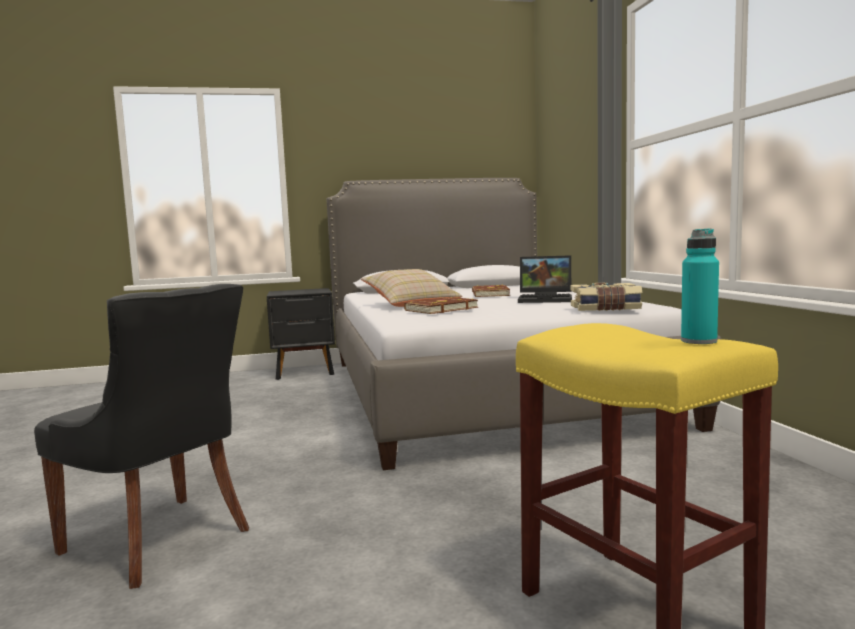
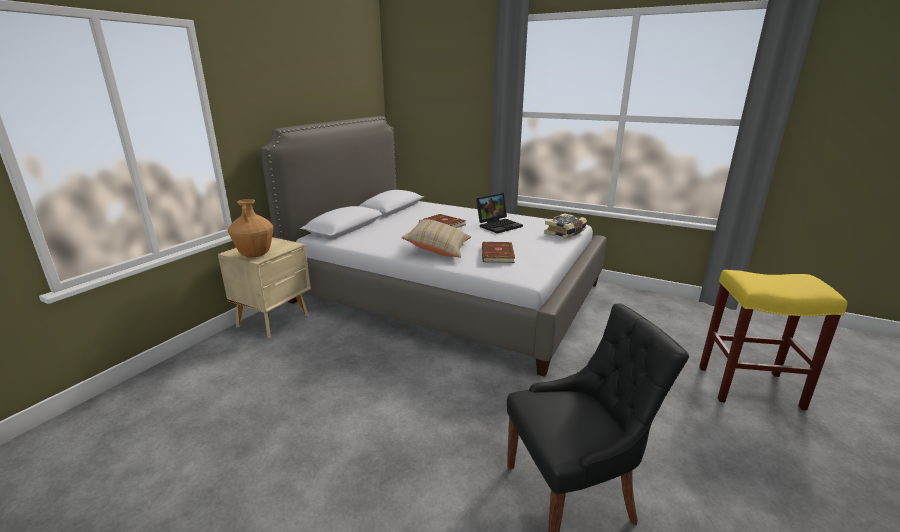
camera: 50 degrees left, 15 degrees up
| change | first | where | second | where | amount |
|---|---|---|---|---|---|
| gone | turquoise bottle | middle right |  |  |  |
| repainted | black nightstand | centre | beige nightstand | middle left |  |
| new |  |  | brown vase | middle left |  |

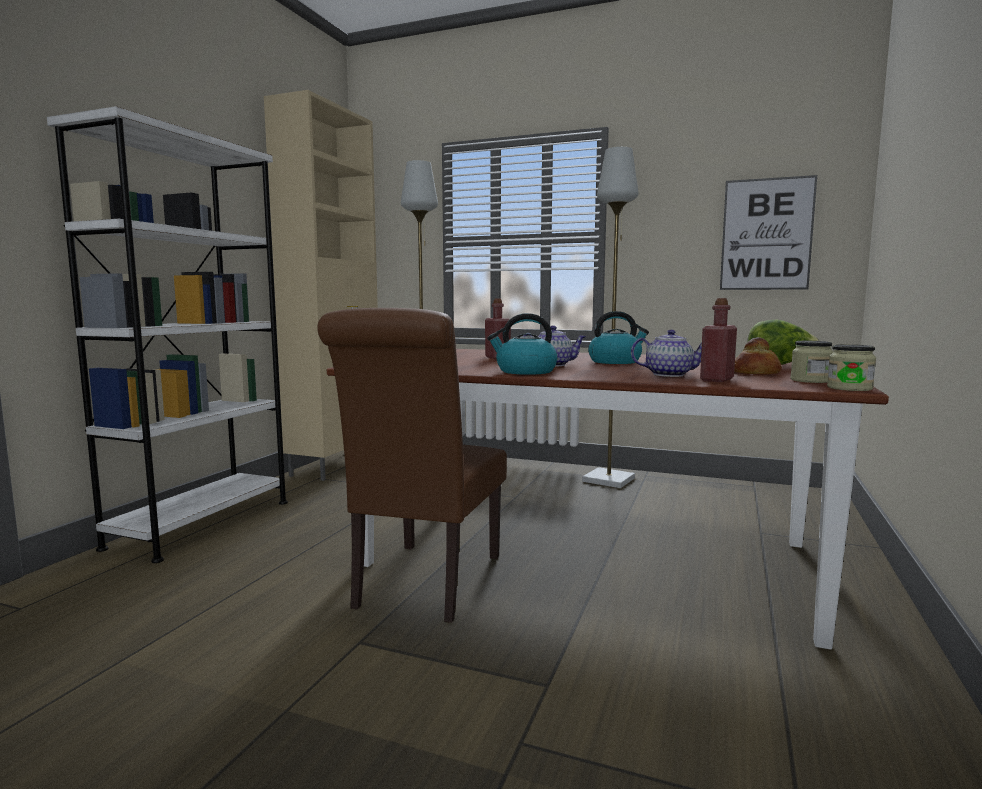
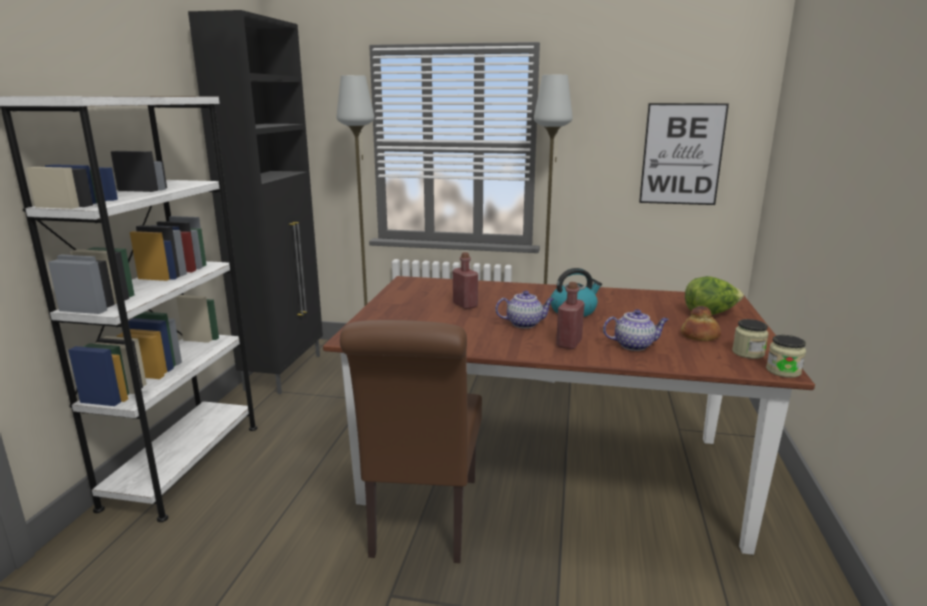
camera: 10 degrees left, 10 degrees up
| change | first | where | second | where | amount |
|---|---|---|---|---|---|
| repainted | beige cabinet | middle left | black cabinet | middle left |  |
| shifted | red bottle (no. 2 from left) | middle right |  | centre |  |
| gone | kettle (no. 1 from left) | centre |  |  |  |

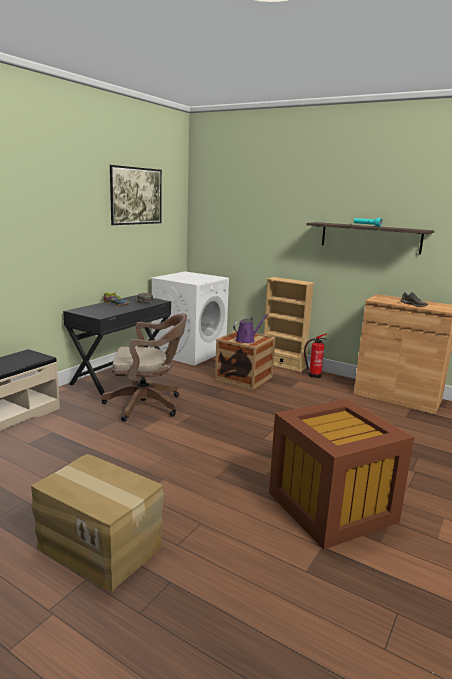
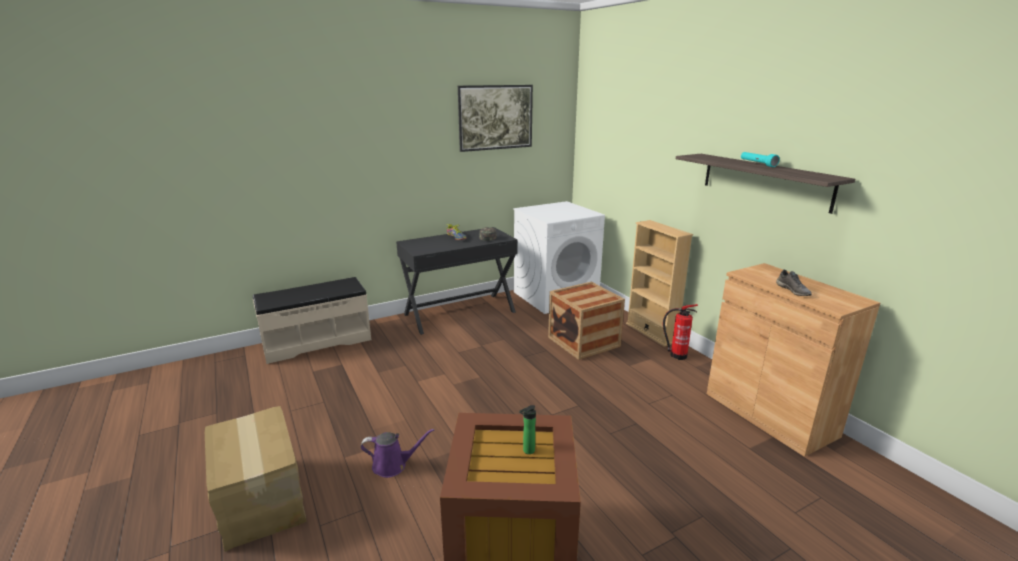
camera: 30 degrees right, 5 degrees up
| change | first | where | second | where | amount |
|---|---|---|---|---|---|
| gone | brown office chair | middle left |  |  |  |
| shifted | purple watering can | centre |  | bottom centre |  |
| new |  |  | bottle | bottom centre |  |

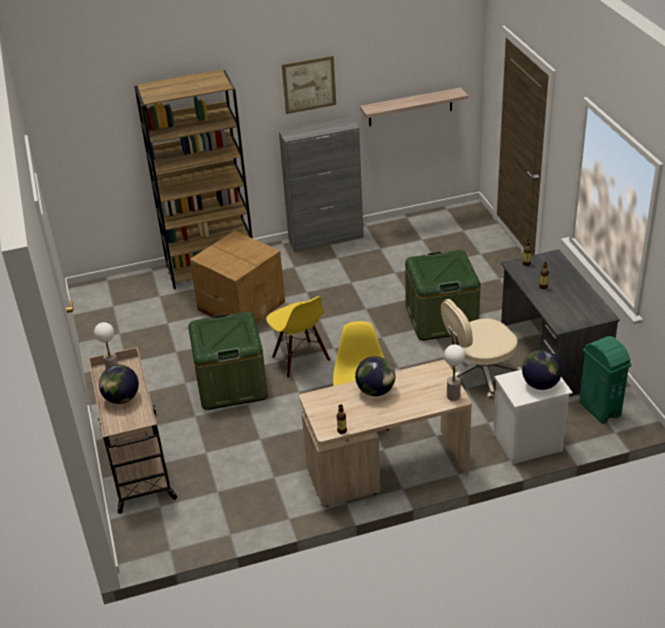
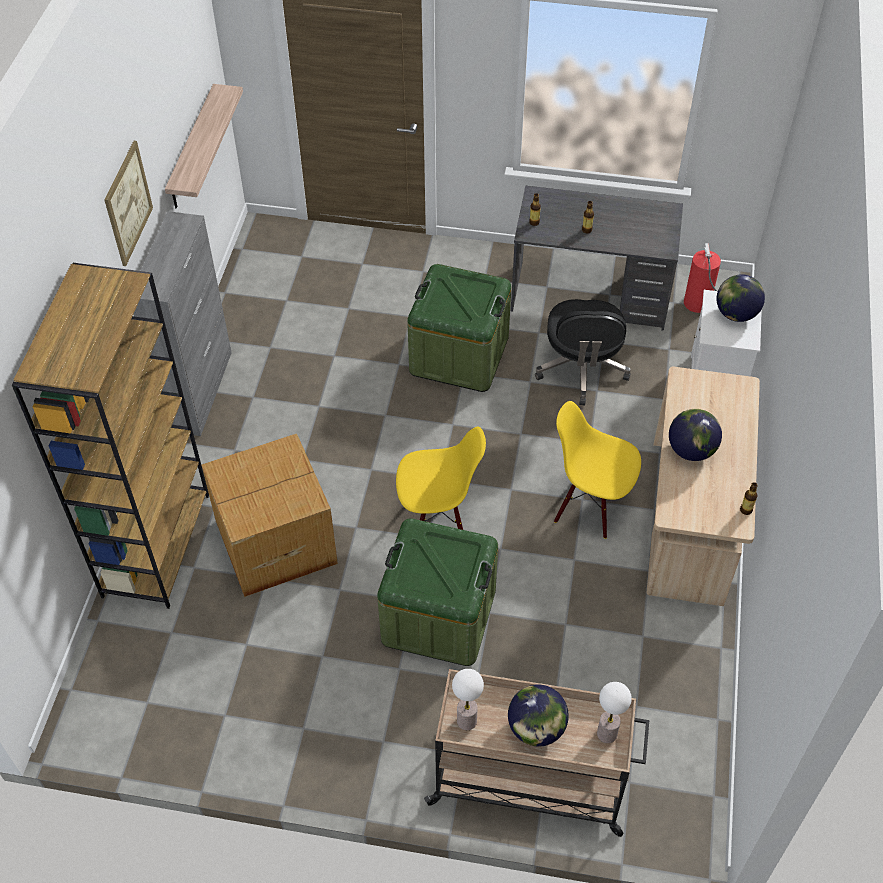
camera: 65 degrees left, 15 degrees up
| change | first | where | second | where | amount |
|---|---|---|---|---|---|
| repainted | beige office chair | middle right | black office chair | centre |  |
| swapped | green trash can | middle right | fire extinguisher | top right |  |
| shifted | table lamp (no. 2 from left) | middle right |  | bottom right |  |

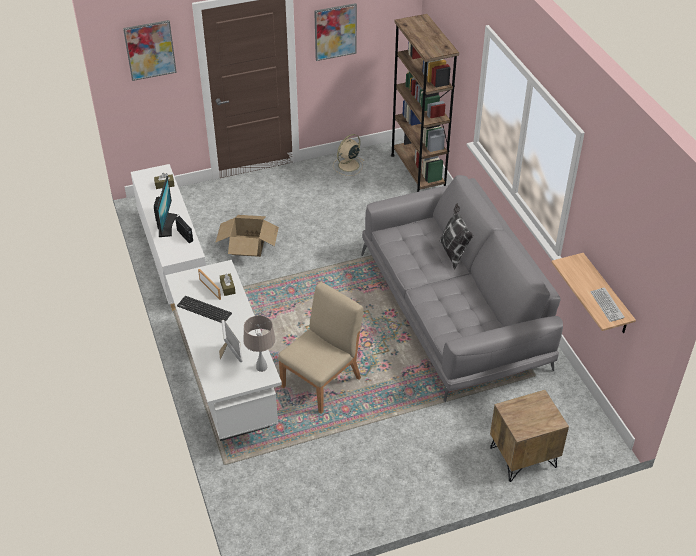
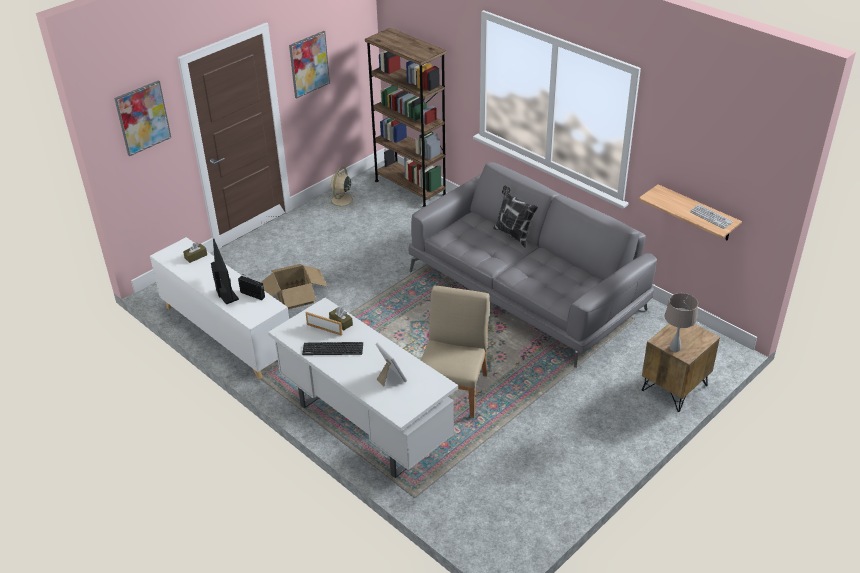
camera: 25 degrees left, 5 degrees down
| change | first | where | second | where | amount |
|---|---|---|---|---|---|
| shifted | beige table lamp | centre |  | middle right |  |

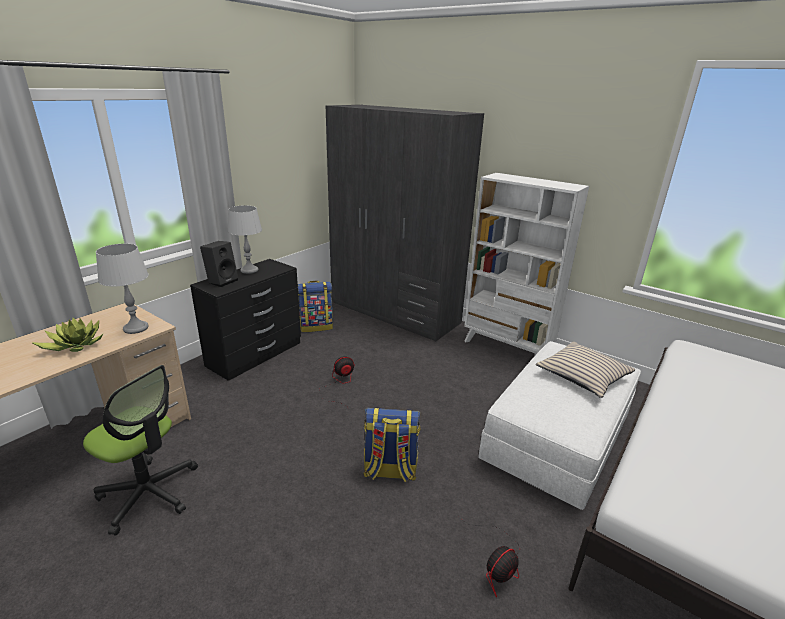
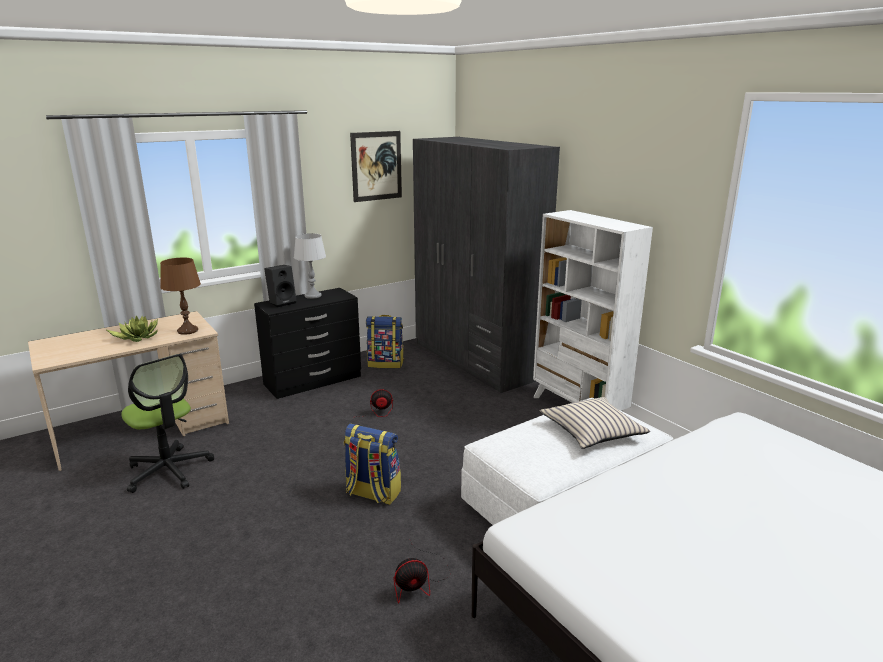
camera: 20 degrees right, 5 degrees down
| change | first | where | second | where | amount |
|---|---|---|---|---|---|
| repainted | grey table lamp (no. 1 from left) | middle left | brown table lamp | middle left |  |
| new |  |  | picture | top centre |  |

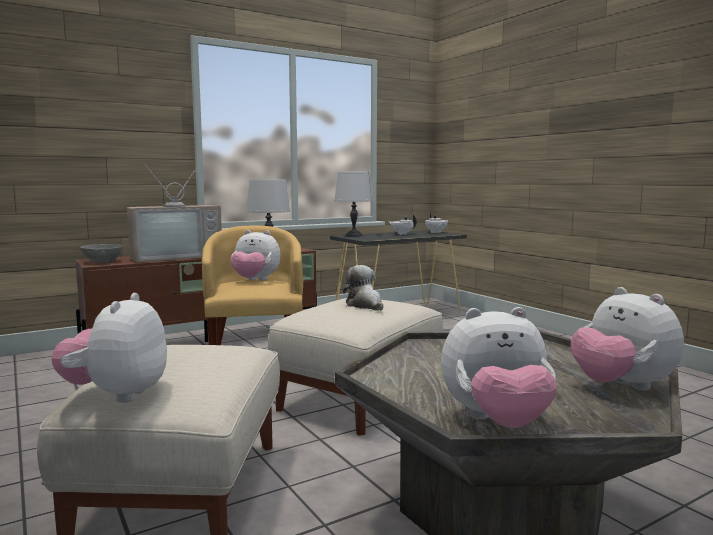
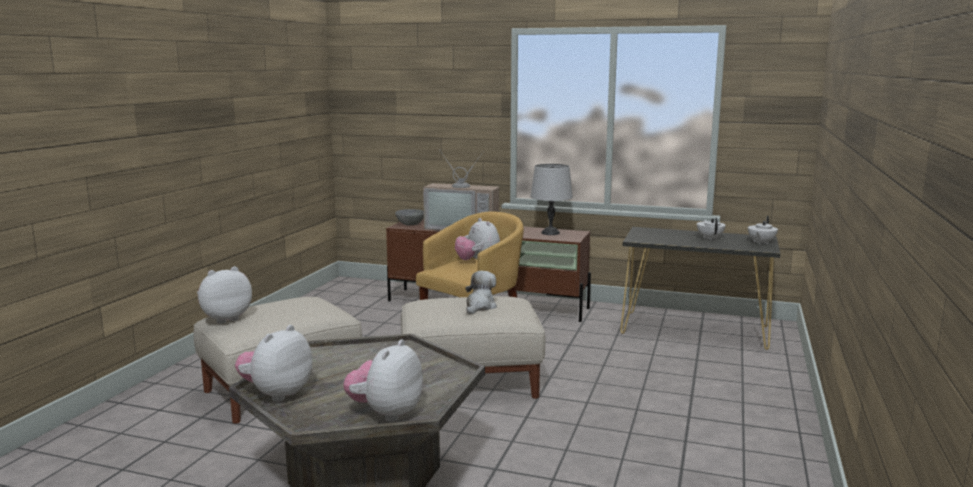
camera: 50 degrees right, 5 degrees up
| change | first | where | second | where | amount |
|---|---|---|---|---|---|
| gone | grey table lamp (no. 2 from left) | centre |  |  |  |
| rotated | plush toy (no. 4 from left in the first image) | bottom right | plush toy (no. 2 from left) | bottom left | 75 degrees clockwise |

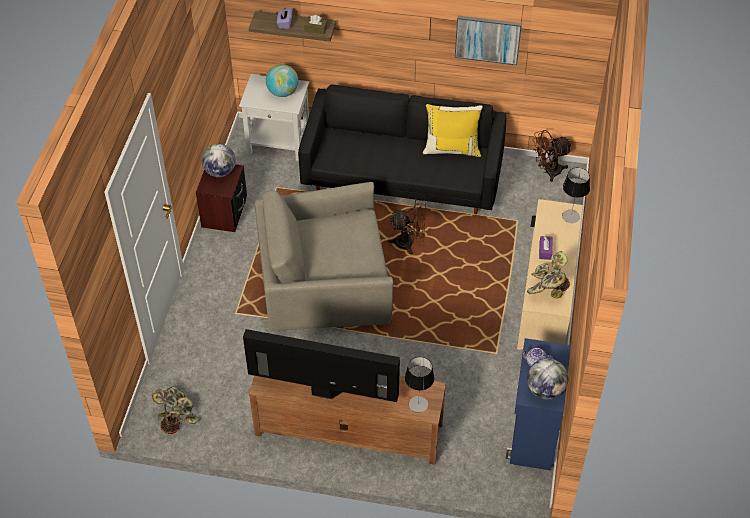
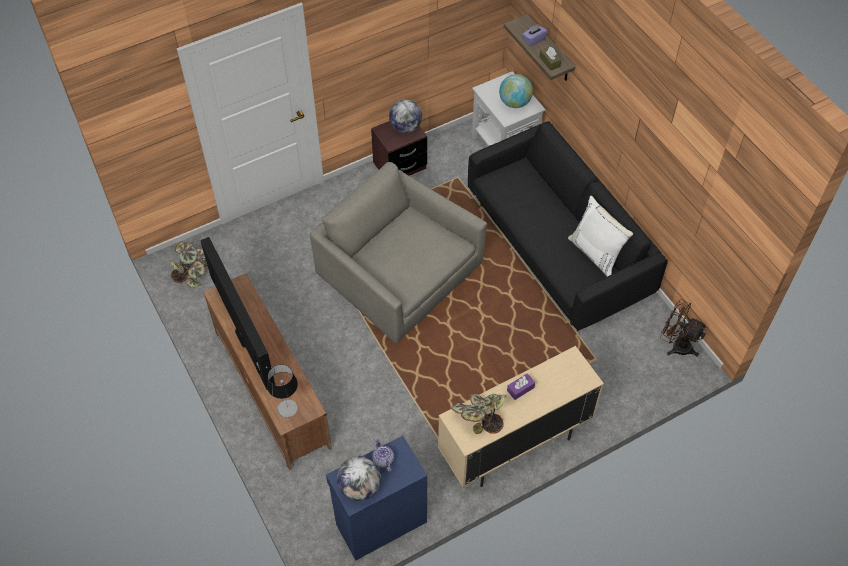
camera: 50 degrees right, 5 degrees up
| change | first | where | second | where | amount |
|---|---|---|---|---|---|
| gone | picture | top centre |  |  |  |
| repainted | yellow pillow | top centre | white pillow | middle right |  |
| gone | table lamp (no. 2 from left) | middle right |  |  |  |
| gone | brown fan (no. 1 from left) | centre |  |  |  |

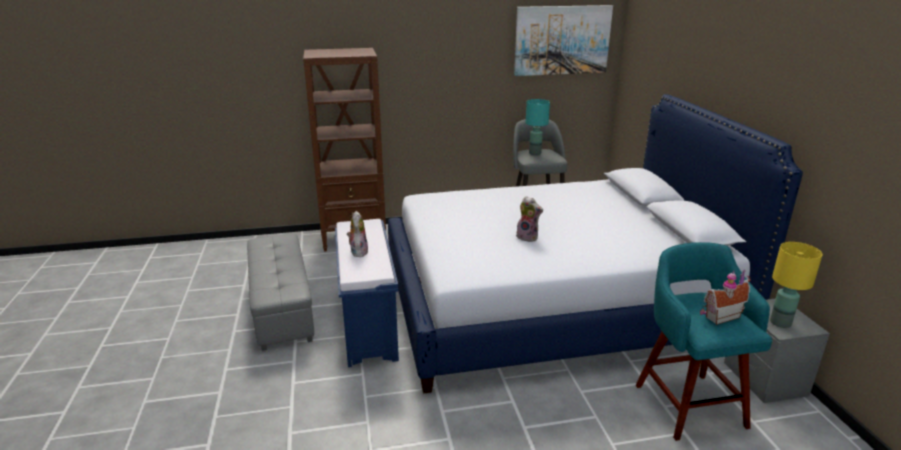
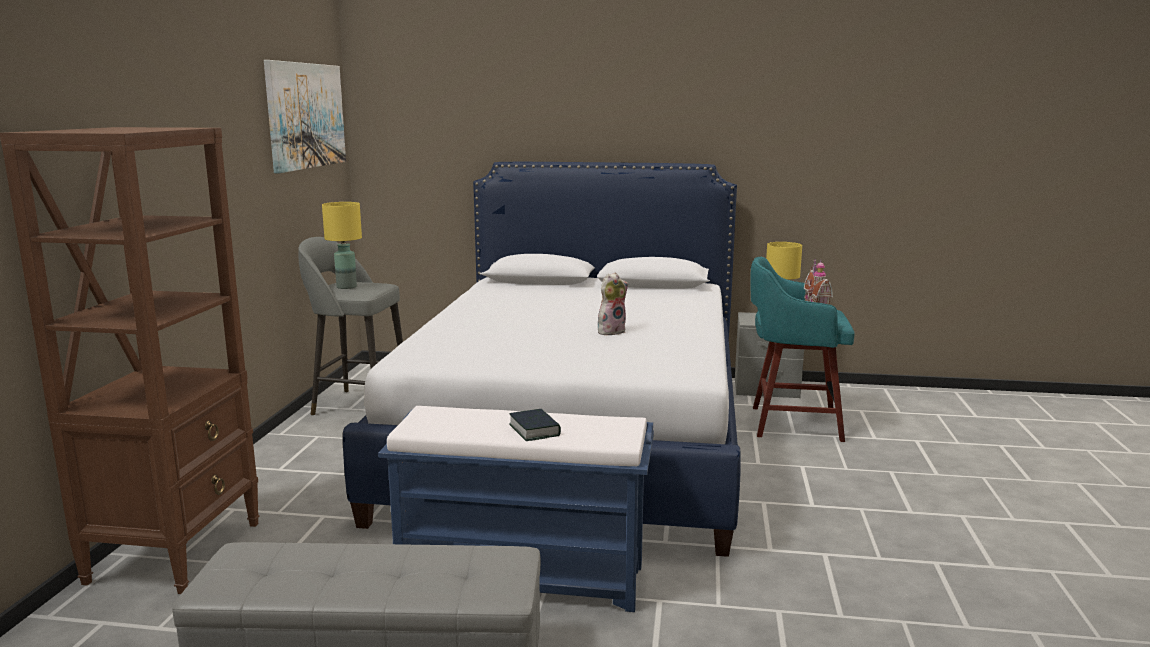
camera: 70 degrees left, 10 degrees down
| change | first | where | second | where | amount |
|---|---|---|---|---|---|
| repainted | turquoise table lamp | top centre | yellow table lamp (no. 1 from left) | middle left |  |
| swapped | plush toy (no. 1 from left) | centre | book | centre |  |

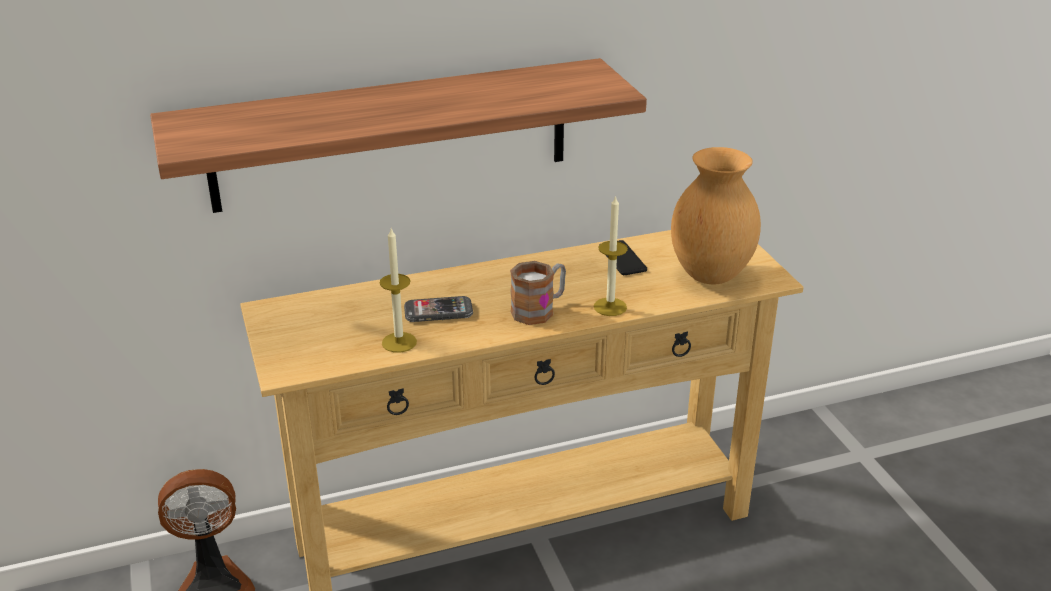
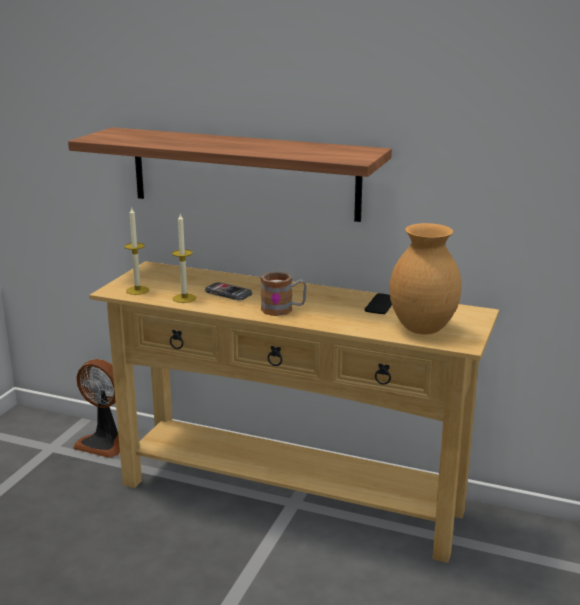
camera: 40 degrees right, 10 degrees down
| change | first | where | second | where | amount |
|---|---|---|---|---|---|
| shifted | candle (no. 2 from left in the first image) | centre | candle (no. 1 from left) | middle left |  |

